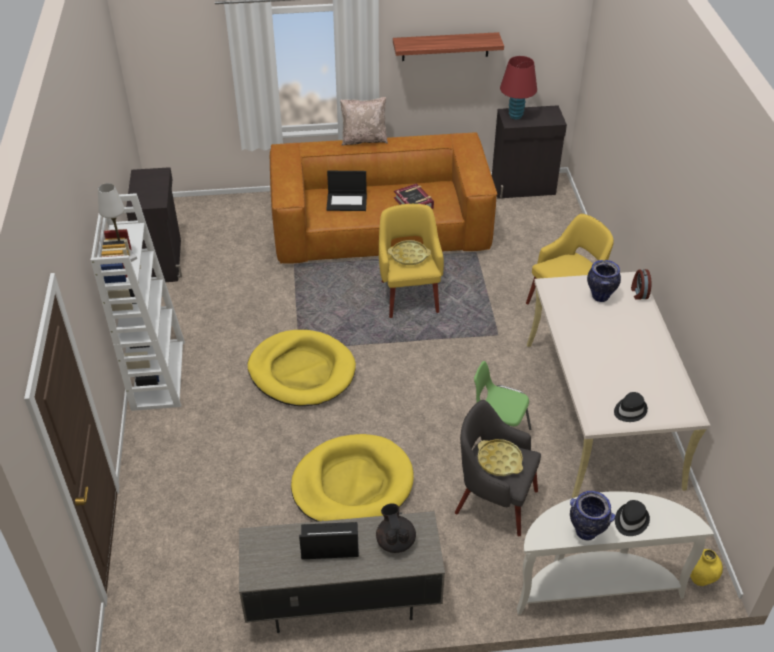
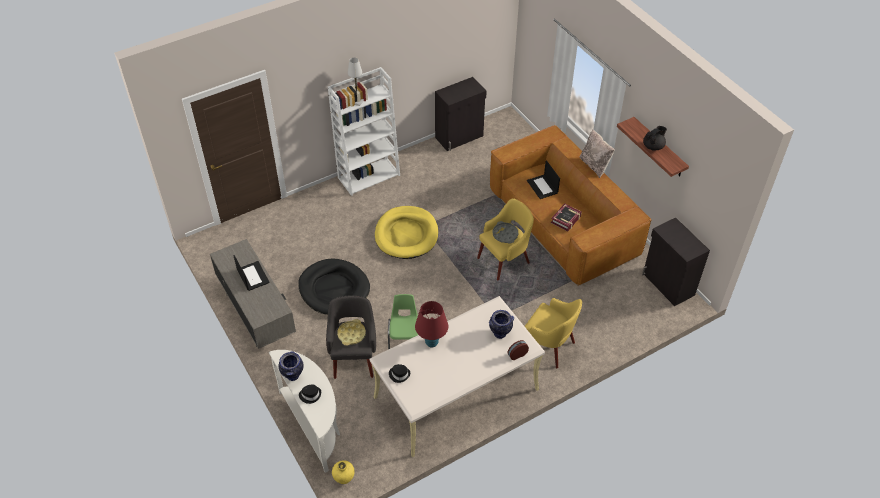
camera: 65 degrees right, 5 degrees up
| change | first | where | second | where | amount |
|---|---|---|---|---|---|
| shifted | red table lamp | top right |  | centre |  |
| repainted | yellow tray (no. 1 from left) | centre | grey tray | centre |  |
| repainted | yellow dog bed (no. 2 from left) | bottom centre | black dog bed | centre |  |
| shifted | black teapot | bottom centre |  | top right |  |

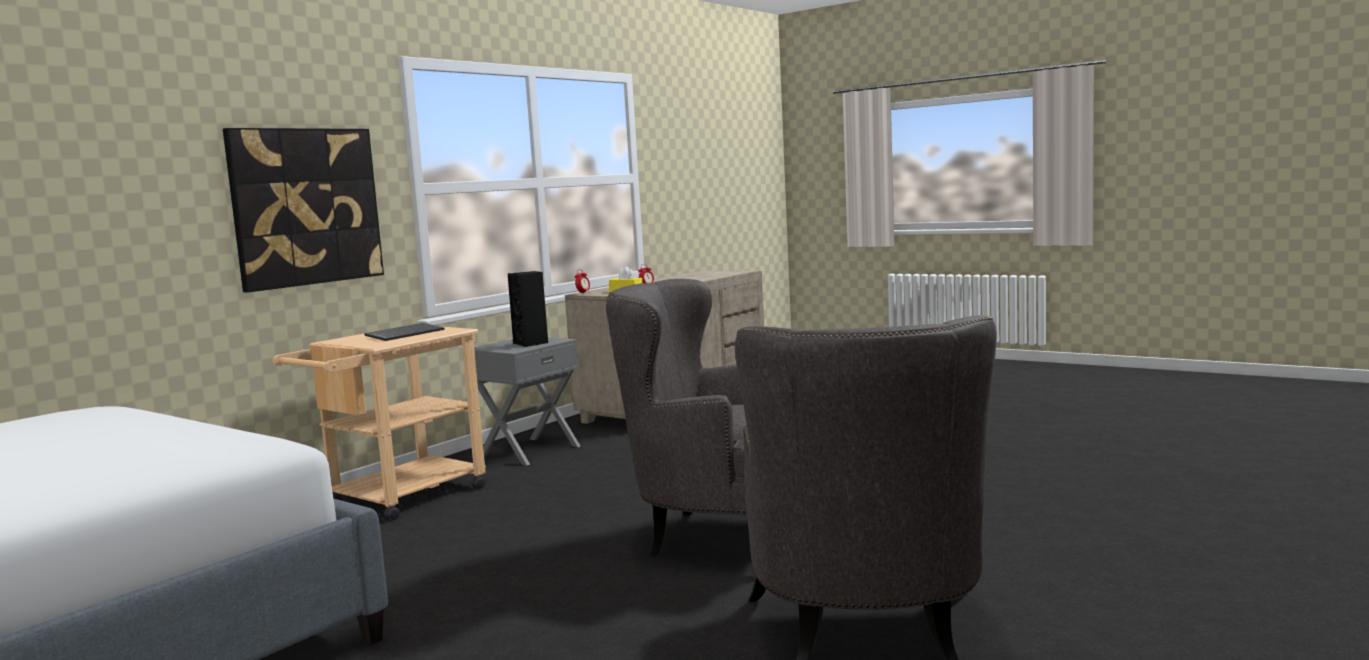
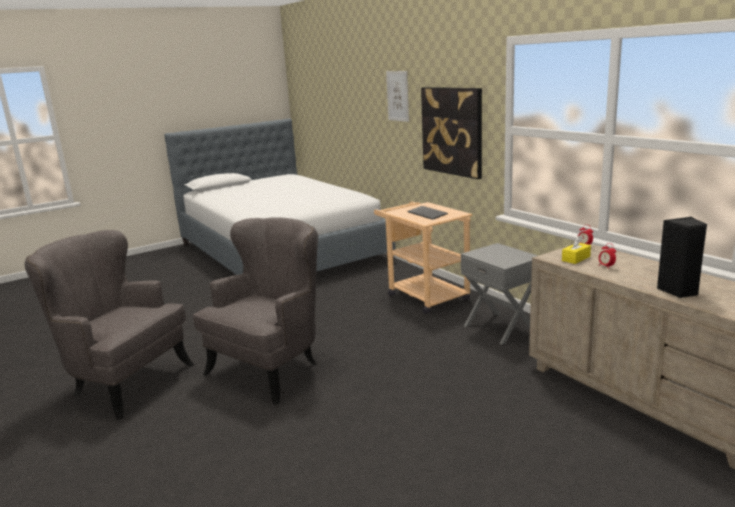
camera: 110 degrees right, 10 degrees up
| change | first | where | second | where | amount |
|---|---|---|---|---|---|
| shifted | black speaker | centre |  | middle right |  |
| new |  |  | picture (no. 1 from left) | top centre |  |

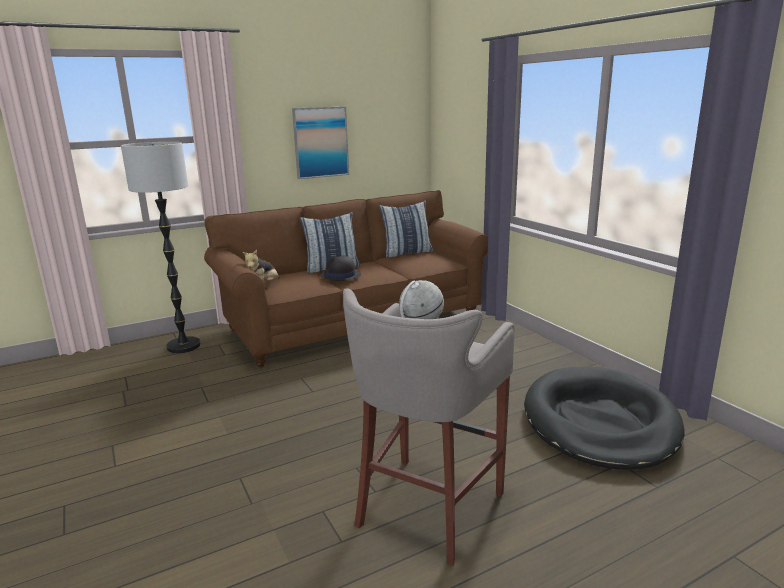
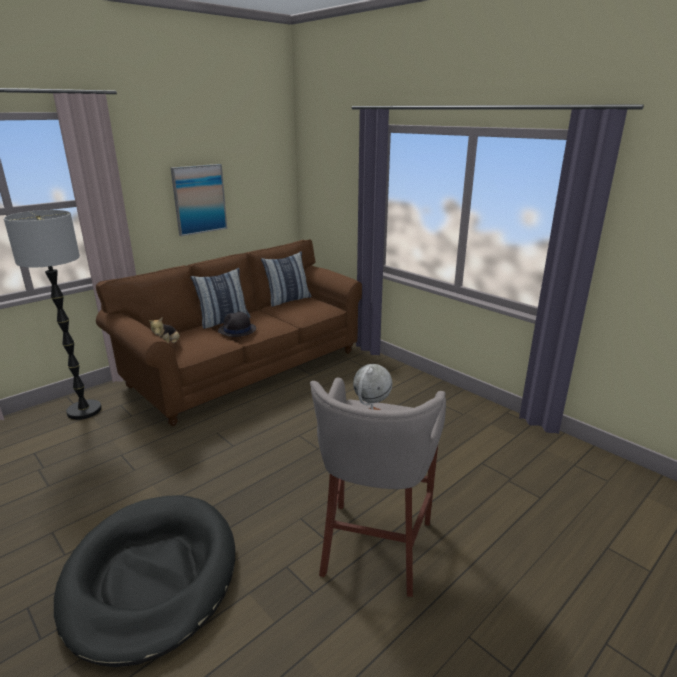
camera: 15 degrees left, 5 degrees up
| change | first | where | second | where | amount |
|---|---|---|---|---|---|
| shifted | black dog bed | bottom right |  | bottom left |  |

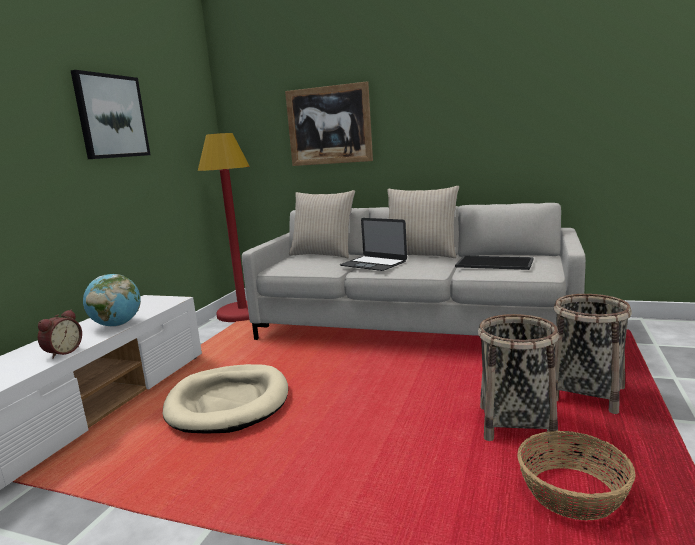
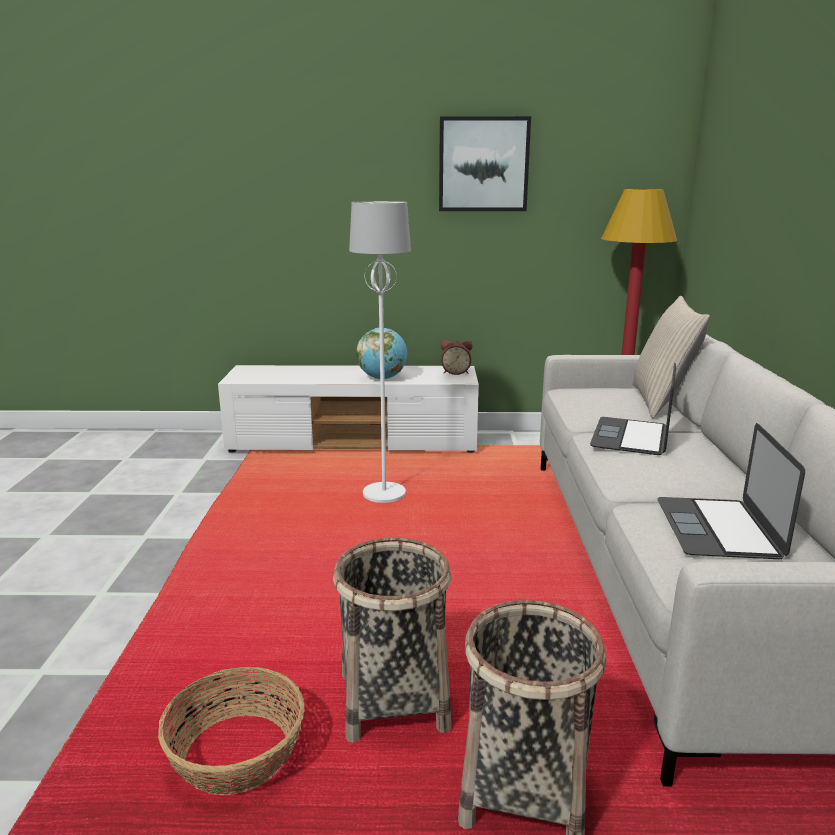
camera: 70 degrees right, 5 degrees up
| change | first | where | second | where | amount |
|---|---|---|---|---|---|
| gone | picture (no. 2 from left) | top centre |  |  |  |
| gone | beige pillow (no. 2 from left) | centre |  |  |  |
| swapped | tray | middle right | laptop (no. 2 from left) | middle right |  |
| shifted | alarm clock | middle left |  | centre |  |
| swapped | beige dog bed | bottom left | white floor lamp | centre |  |

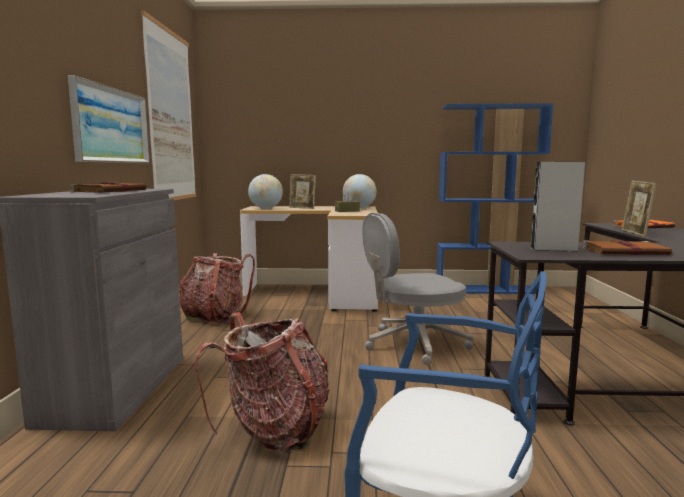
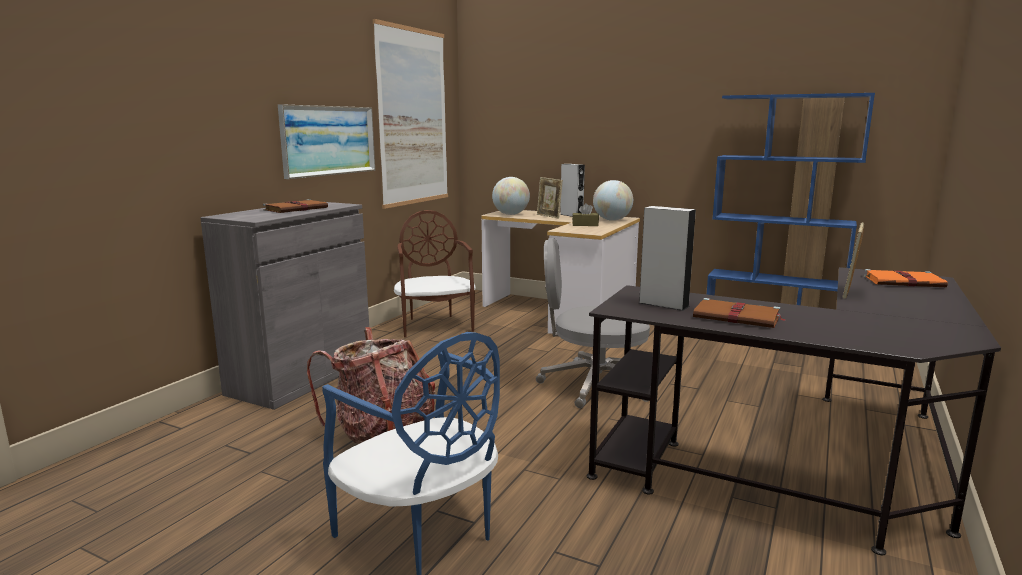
camera: 25 degrees right, 5 degrees up
| change | first | where | second | where | amount |
|---|---|---|---|---|---|
| swapped | backpack (no. 1 from left) | middle left | brown chair | centre |  |
| new |  |  | grey speaker (no. 1 from left) | top centre |  |

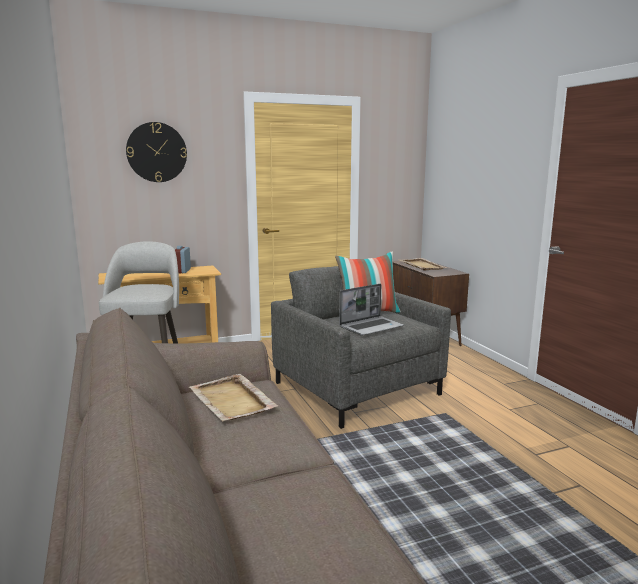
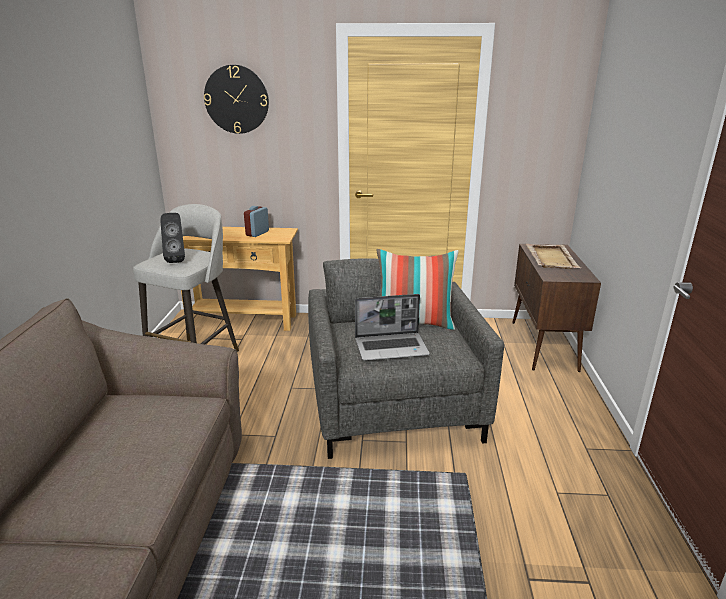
camera: 25 degrees right, 10 degrees up
| change | first | where | second | where | amount |
|---|---|---|---|---|---|
| gone | beige tray (no. 1 from left) | bottom centre |  |  |  |
| new |  |  | black speaker | middle left |  |

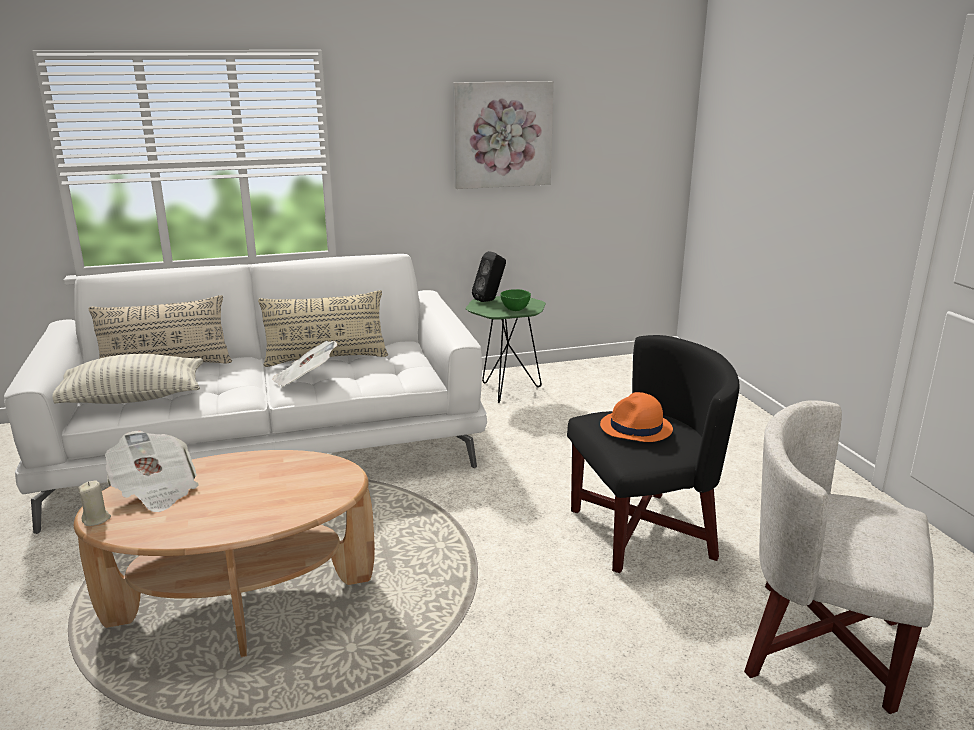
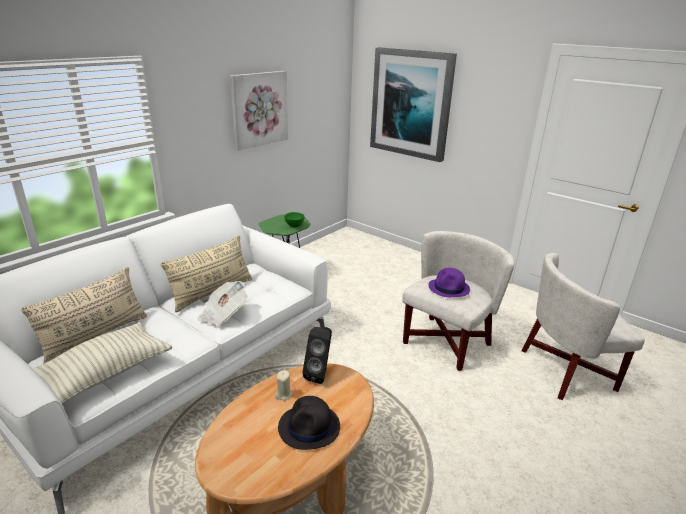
camera: 35 degrees left, 5 degrees up
| change | first | where | second | where | amount |
|---|---|---|---|---|---|
| shifted | black speaker | centre |  | bottom centre |  |
| repainted | black armchair | middle right | white armchair (no. 1 from left) | middle right |  |
| repainted | orange hat | centre | purple hat | centre |  |
| gone | newspaper (no. 1 from left) | middle left |  |  |  |
| shifted | beige candle | bottom left |  | bottom centre |  |
| new |  |  | picture (no. 2 from left) | top centre |  |
| new |  |  | black hat | bottom centre |  |

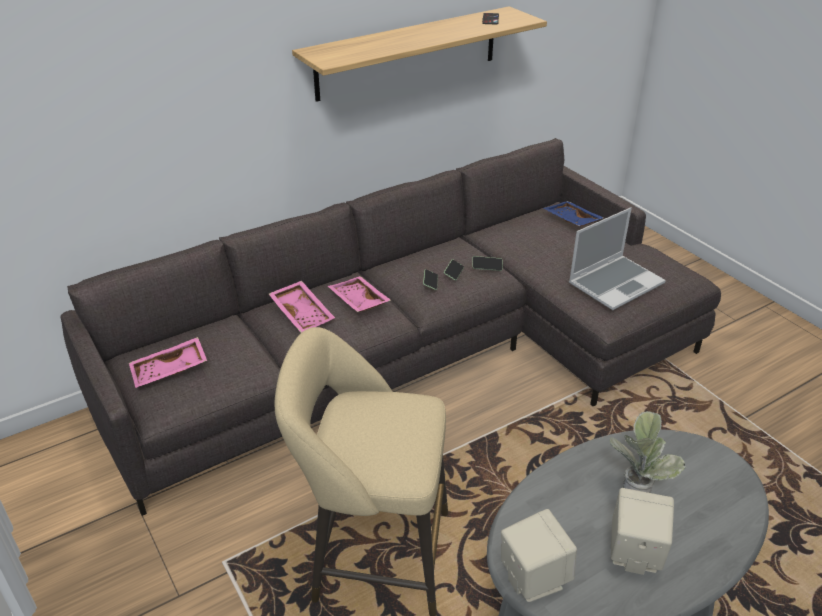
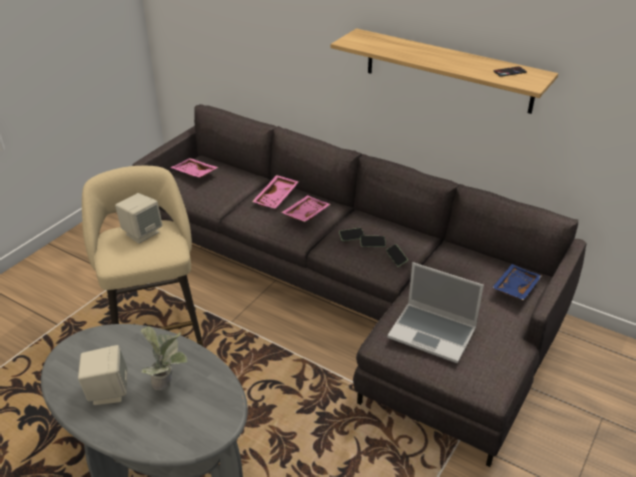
camera: 65 degrees right, 0 degrees up
| change | first | where | second | where | amount |
|---|---|---|---|---|---|
| shifted | beige speaker (no. 1 from left in the first image) | bottom centre | beige speaker (no. 2 from left) | middle left |  |

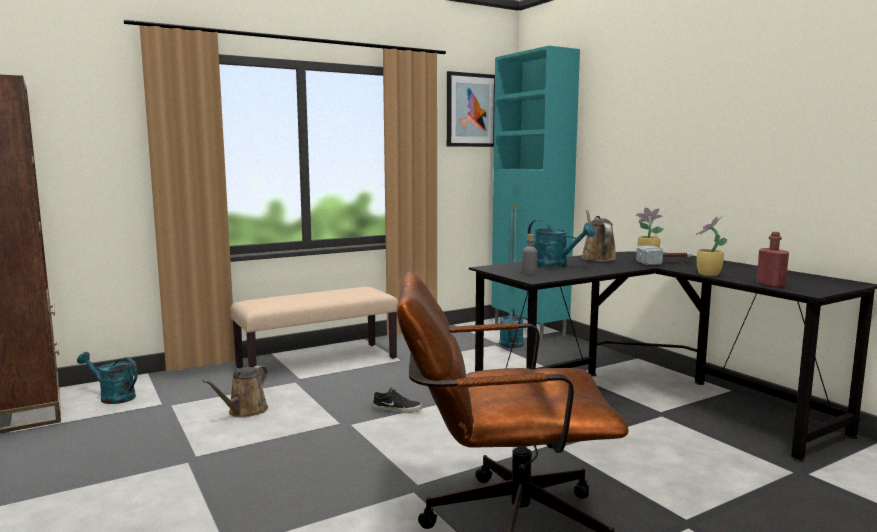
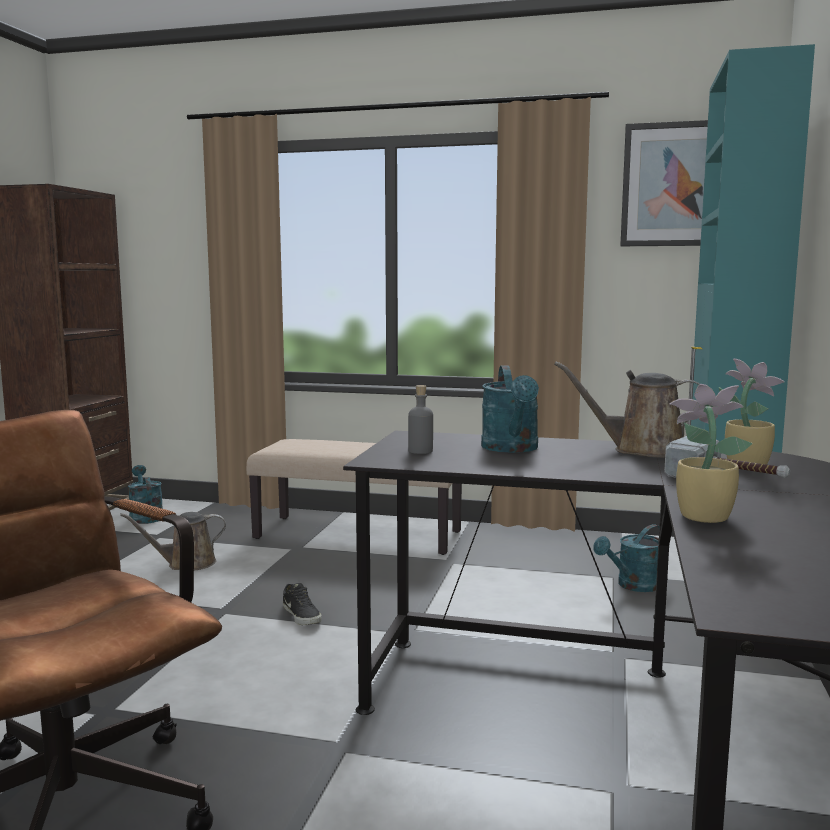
camera: 45 degrees right, 0 degrees up
| change | first | where | second | where | amount |
|---|---|---|---|---|---|
| rotated | brown watering can (no. 2 from left) | middle right |  | middle right | 120 degrees counterclockwise |
| gone | red bottle | middle right |  |  |  |

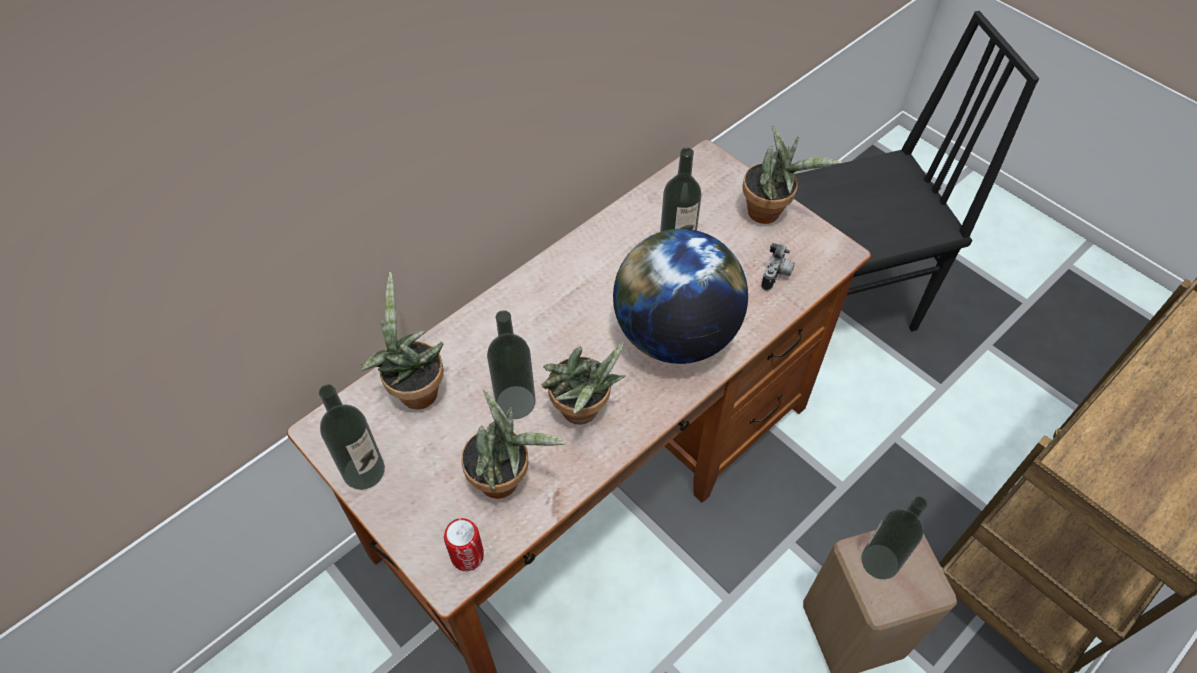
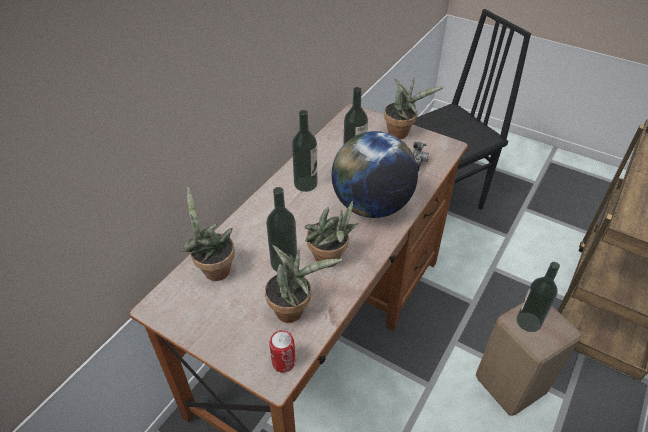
camera: 15 degrees left, 10 degrees down
| change | first | where | second | where | amount |
|---|---|---|---|---|---|
| shifted | bottle (no. 1 from left in the first image) | middle left | bottle (no. 2 from left) | centre |  |

